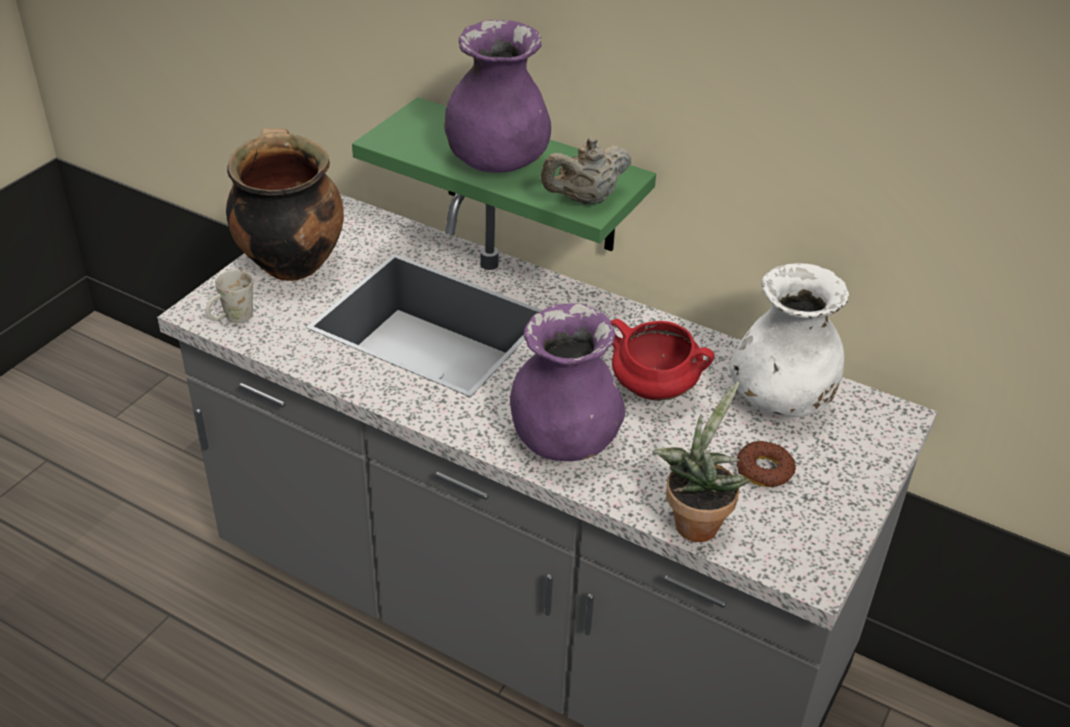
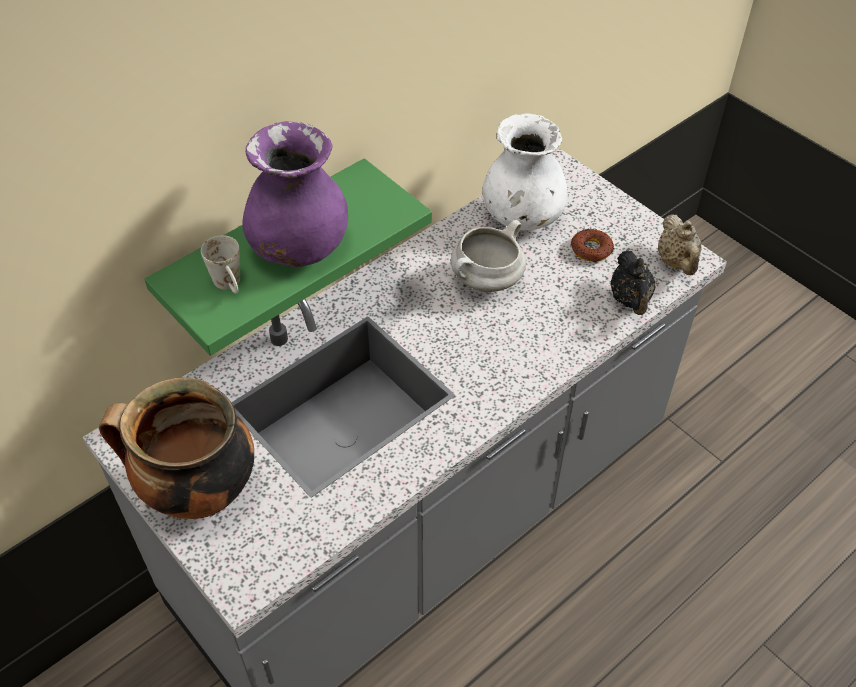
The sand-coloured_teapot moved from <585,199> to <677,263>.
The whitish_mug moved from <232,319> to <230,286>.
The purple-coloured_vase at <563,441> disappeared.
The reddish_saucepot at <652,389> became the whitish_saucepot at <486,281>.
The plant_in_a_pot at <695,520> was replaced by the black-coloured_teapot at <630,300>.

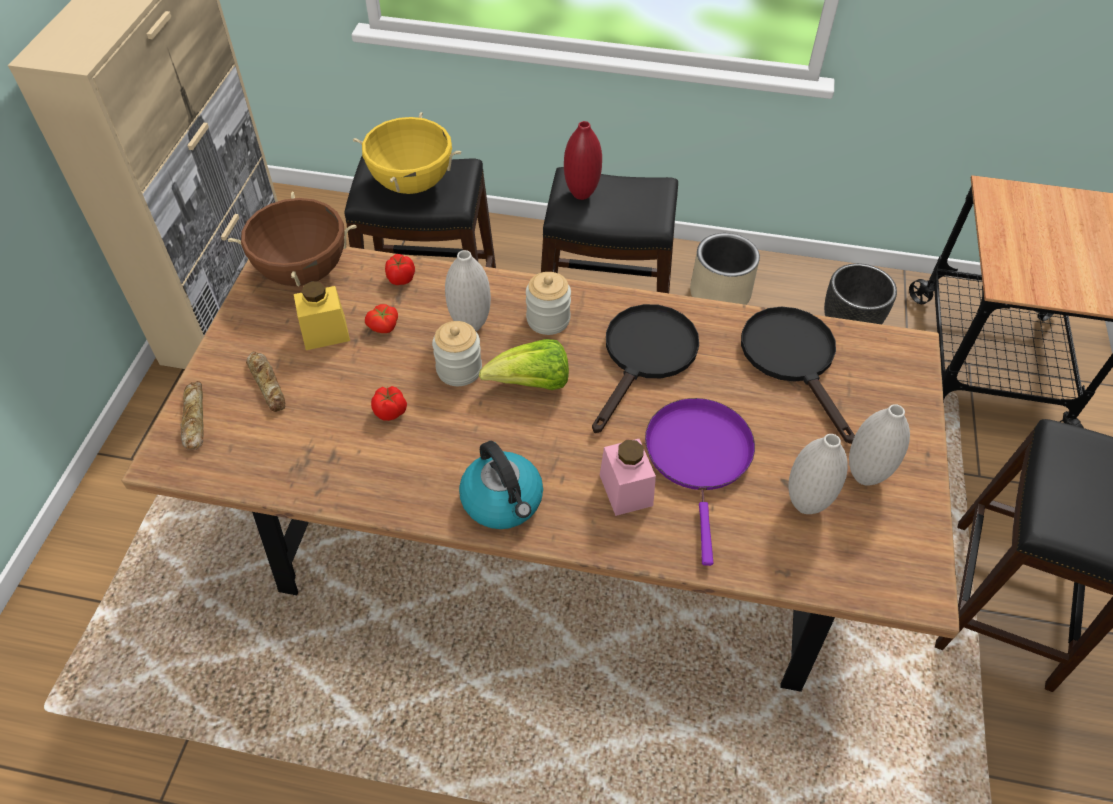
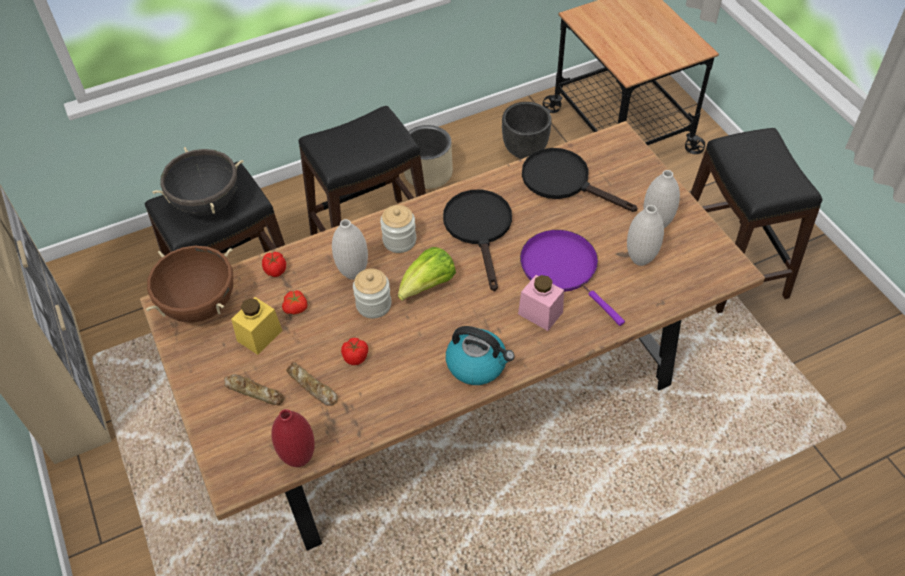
The yellow_saucepot at <412,183> became the black-coloured_saucepot at <207,203>.
The reddish_vase moved from <581,194> to <299,458>.
The baked_bread moved from <194,419> to <312,387>.

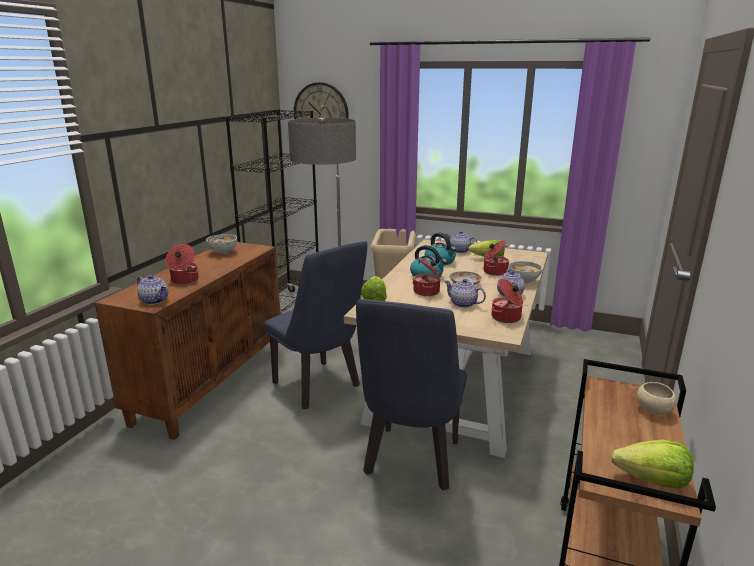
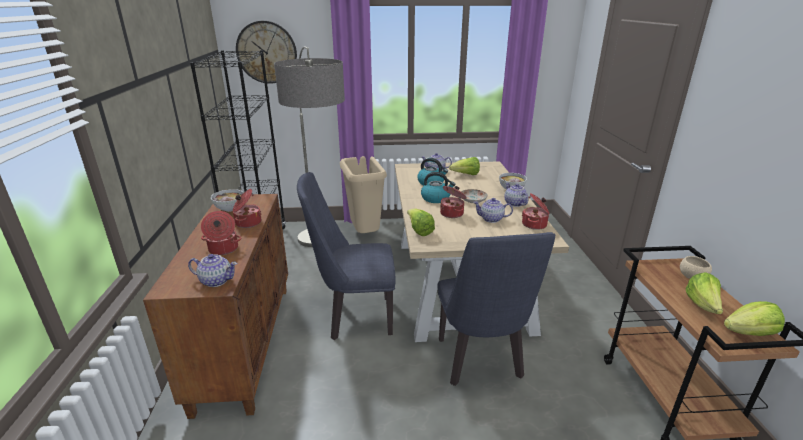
The saucepot moved from <494,272> to <247,222>.
The blue_upright_chair at <320,387> turned 150 degrees clockwise.
The lettuce_head at <702,306> appeared.

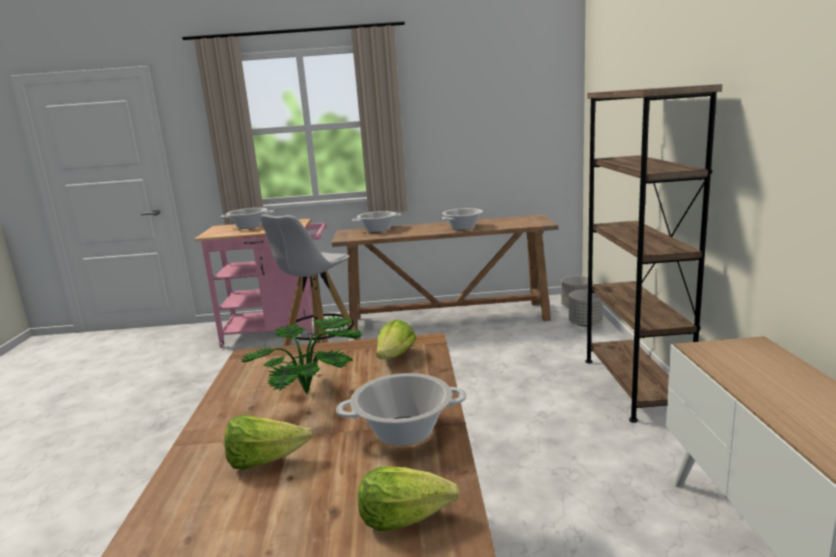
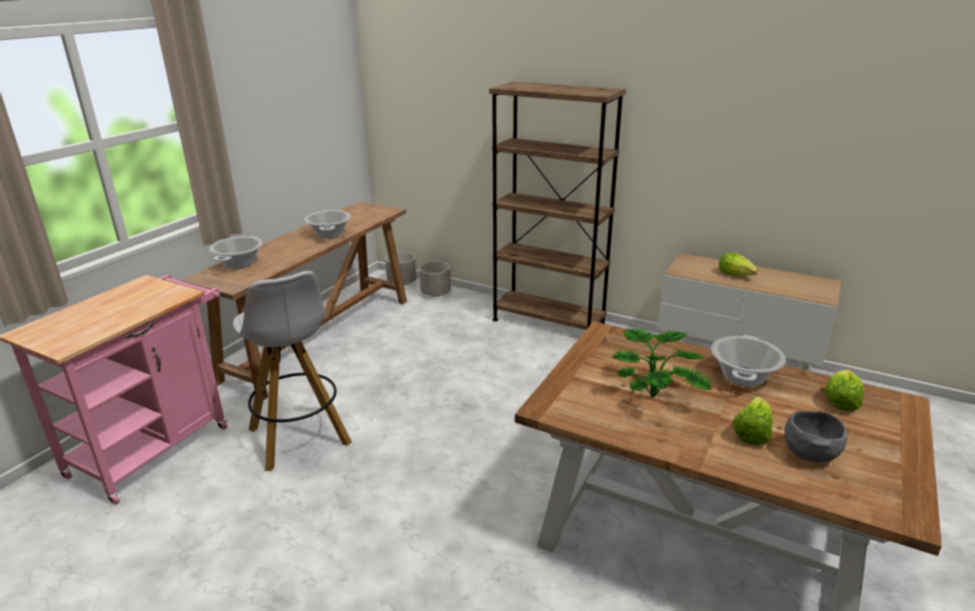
The saucepot at <249,227> disappeared.
The lettuce_head moved from <395,357> to <736,275>.
The greyish_deep_dish at <809,453> appeared.

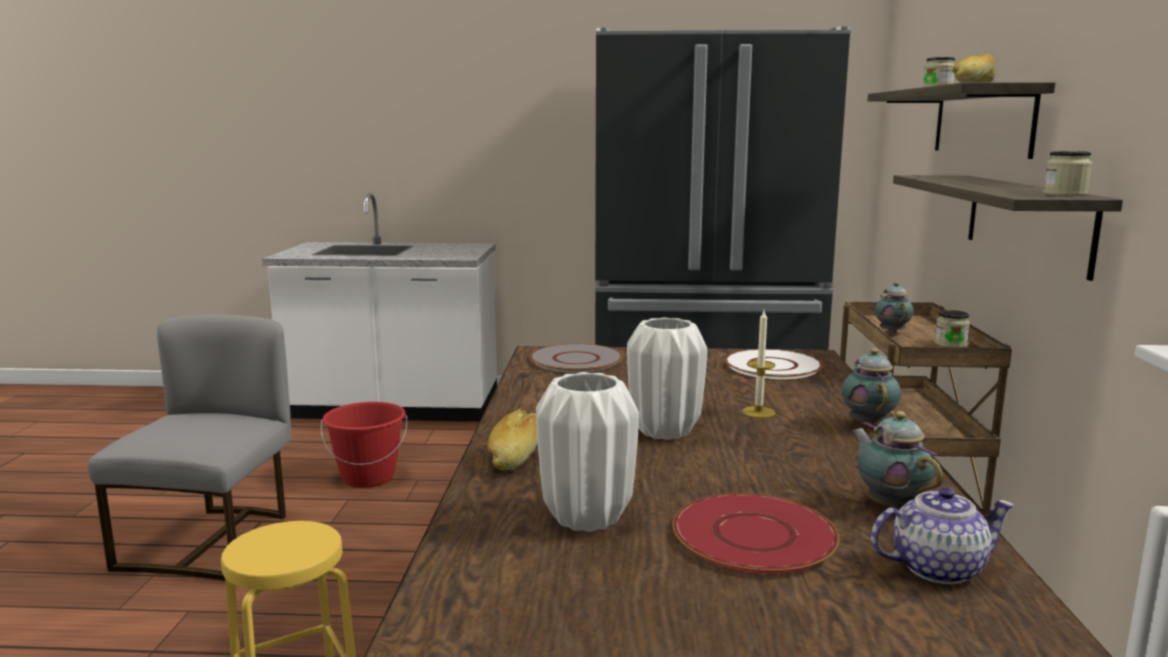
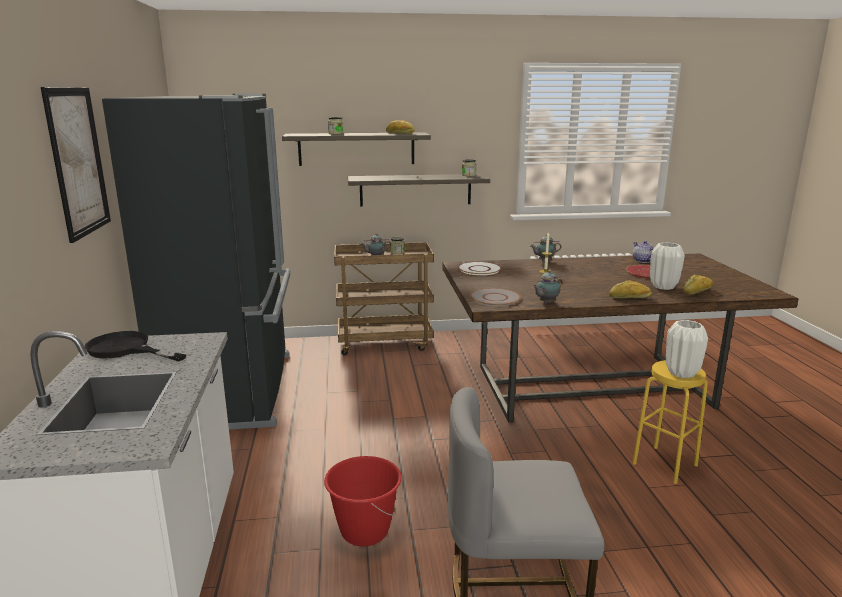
The whitish_vase moved from <664,431> to <681,373>.
The teapot moved from <889,505> to <546,303>.
The picture at <78,161> appeared.
The baked_bread at <697,291> appeared.
The black-coloured_pan at <126,349> appeared.

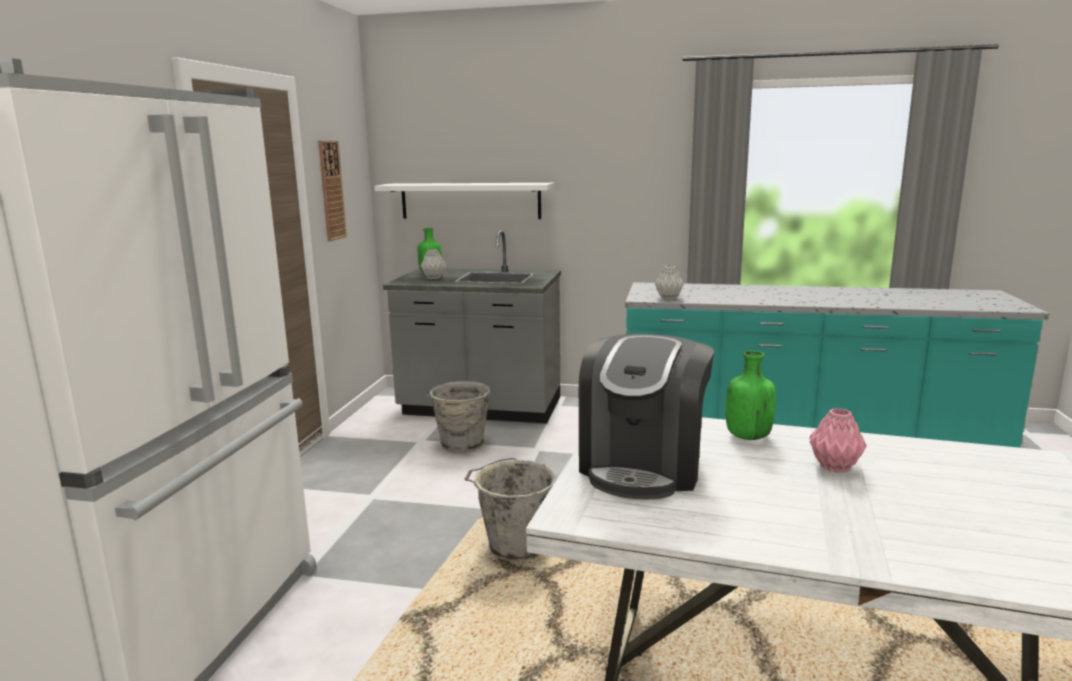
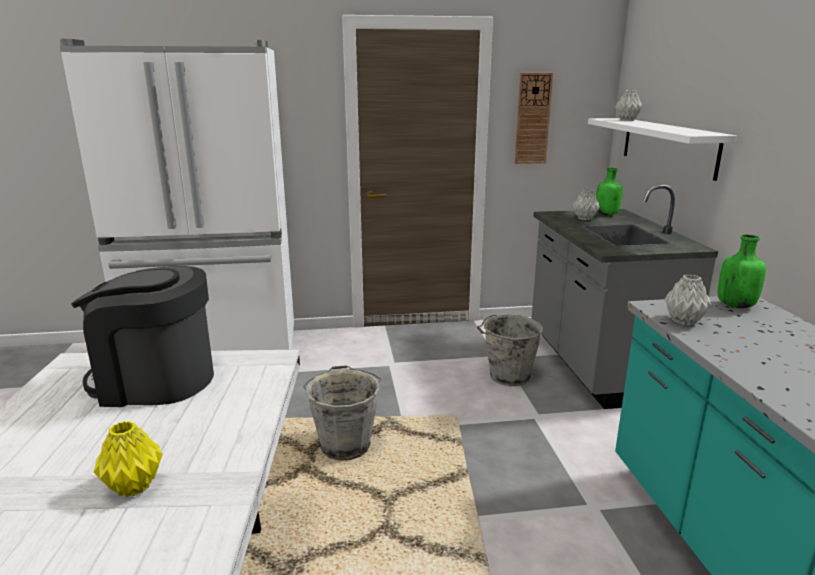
The greenish_beverage_bottle moved from <747,436> to <735,305>.
The pink-coloured_vase at <835,467> became the yellow_vase at <132,487>.
The greyish_vase at <627,120> appeared.

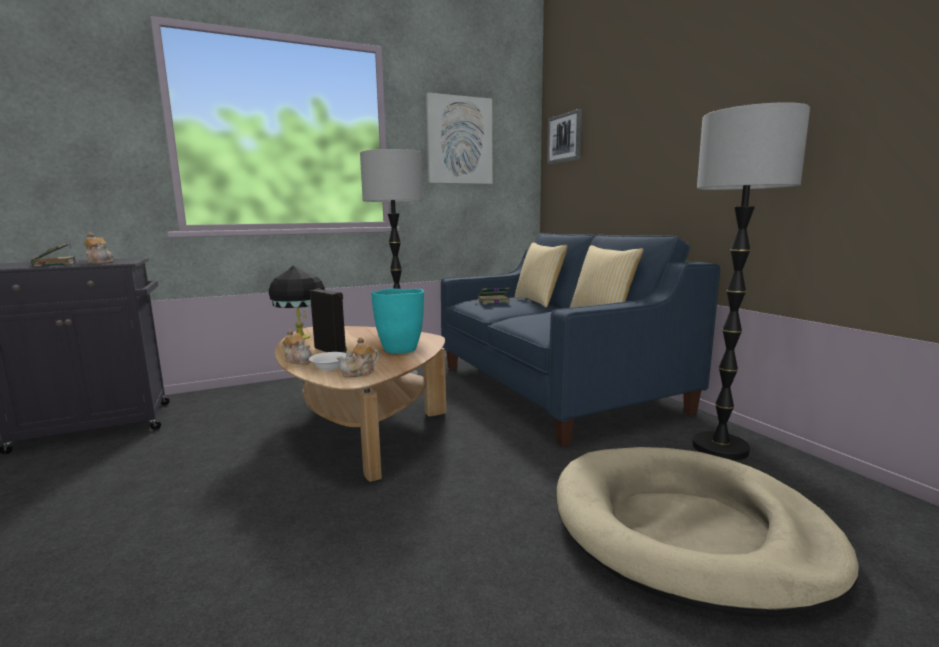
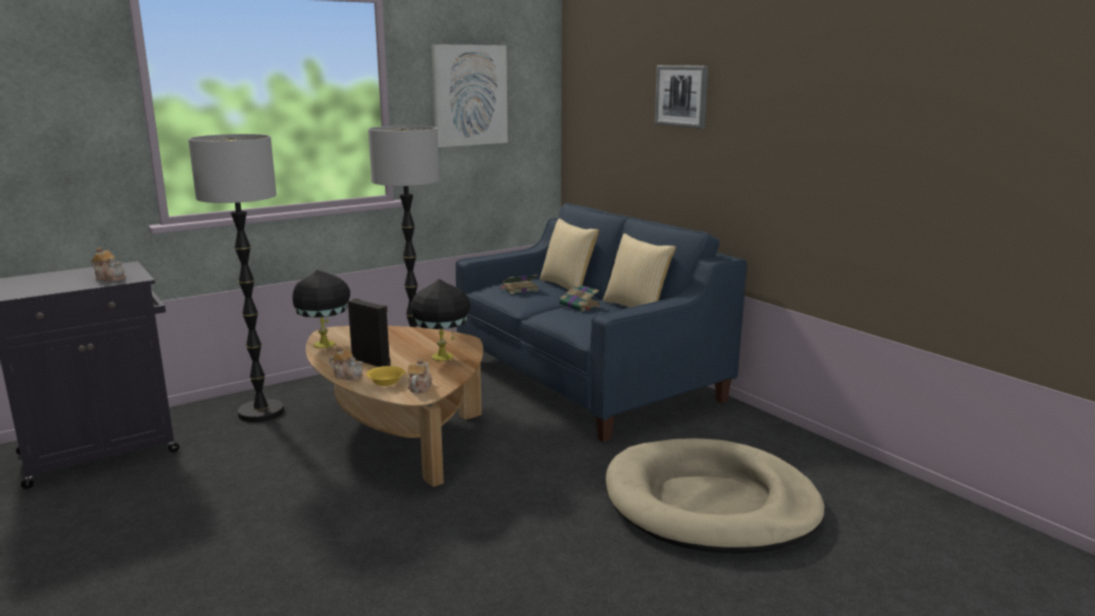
The floor_lamp moved from <720,447> to <261,412>.
The picture moved from <565,138> to <682,96>.
The bound_book moved from <55,264> to <580,306>.
The blue-green_vase at <400,350> was replaced by the black-coloured_lamp_for_a_table at <442,357>.
The teapot at <359,373> turned 150 degrees clockwise.
The whitish_deep_dish at <329,367> became the yellow_deep_dish at <385,382>.

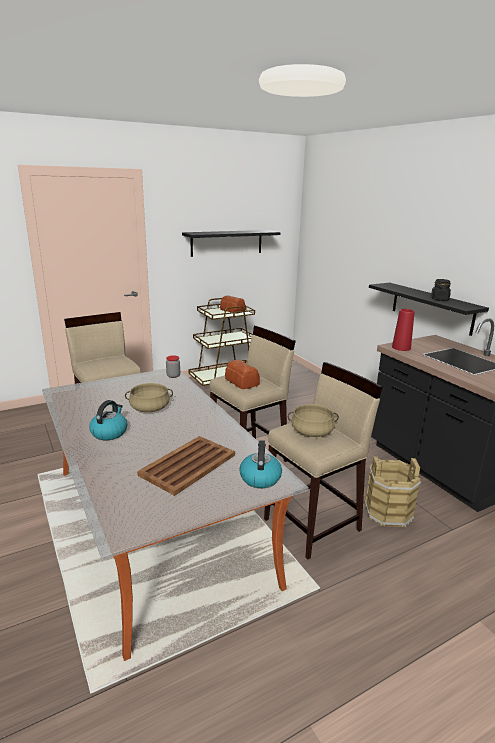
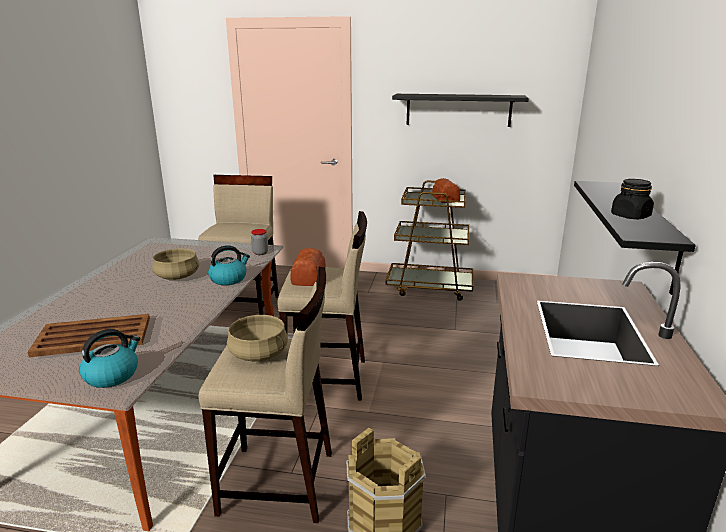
The reddish_vase at <401,347> disappeared.
The water_kettle moved from <109,432> to <229,279>.

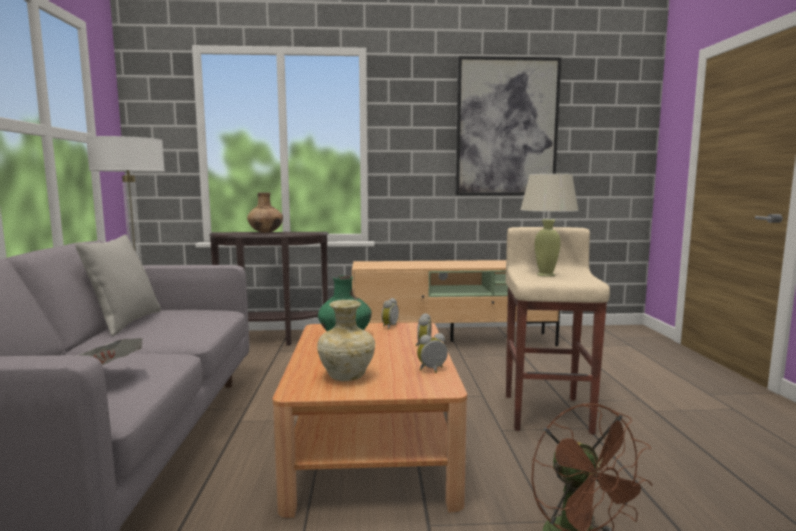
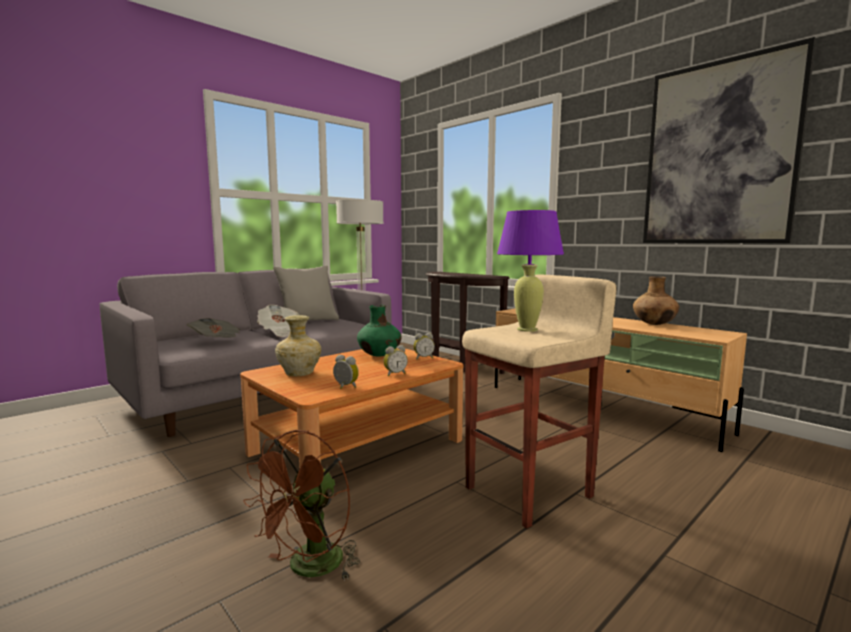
The sand-coloured_lamp_for_a_table at <546,275> became the purple-coloured_lamp_for_a_table at <527,329>.
The brown_vase moved from <265,232> to <654,324>.
The printed_paper at <280,333> appeared.

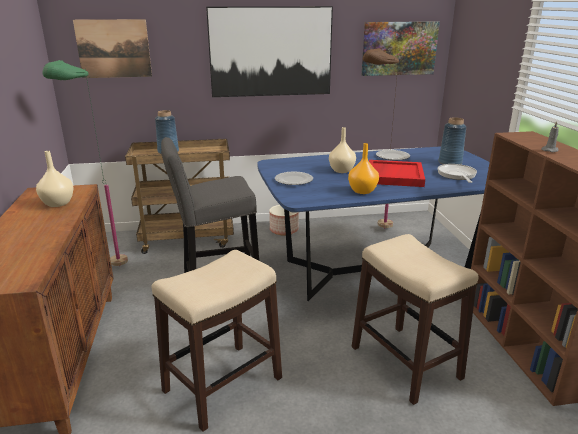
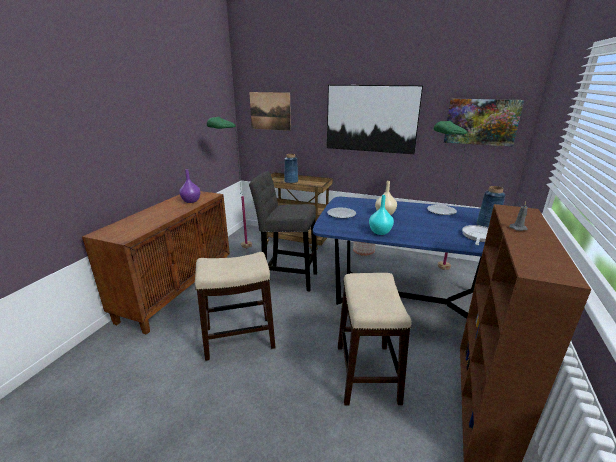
The brown_floor_lamp at <372,230> became the greenish_floor_lamp at <431,268>.
The orangey_vase at <362,191> became the blue-green_vase at <379,232>.
The sand-coloured_vase at <57,203> became the purple-coloured_vase at <191,201>.
The reddish_tray at <394,176> disappeared.

